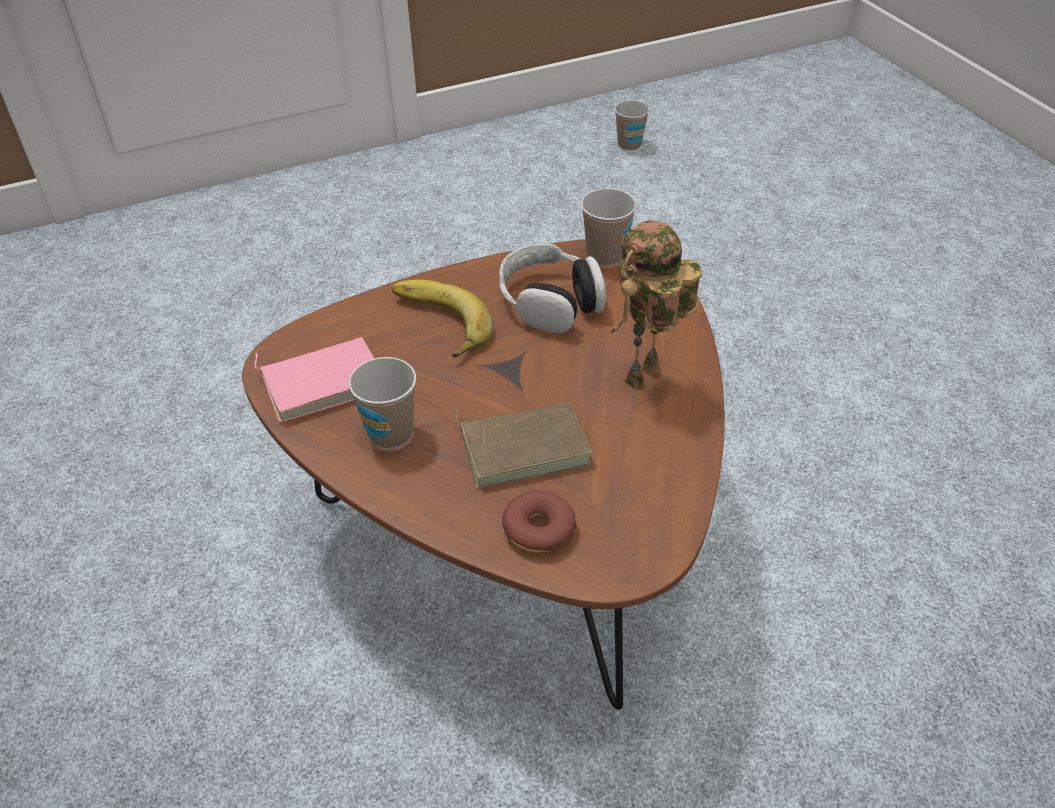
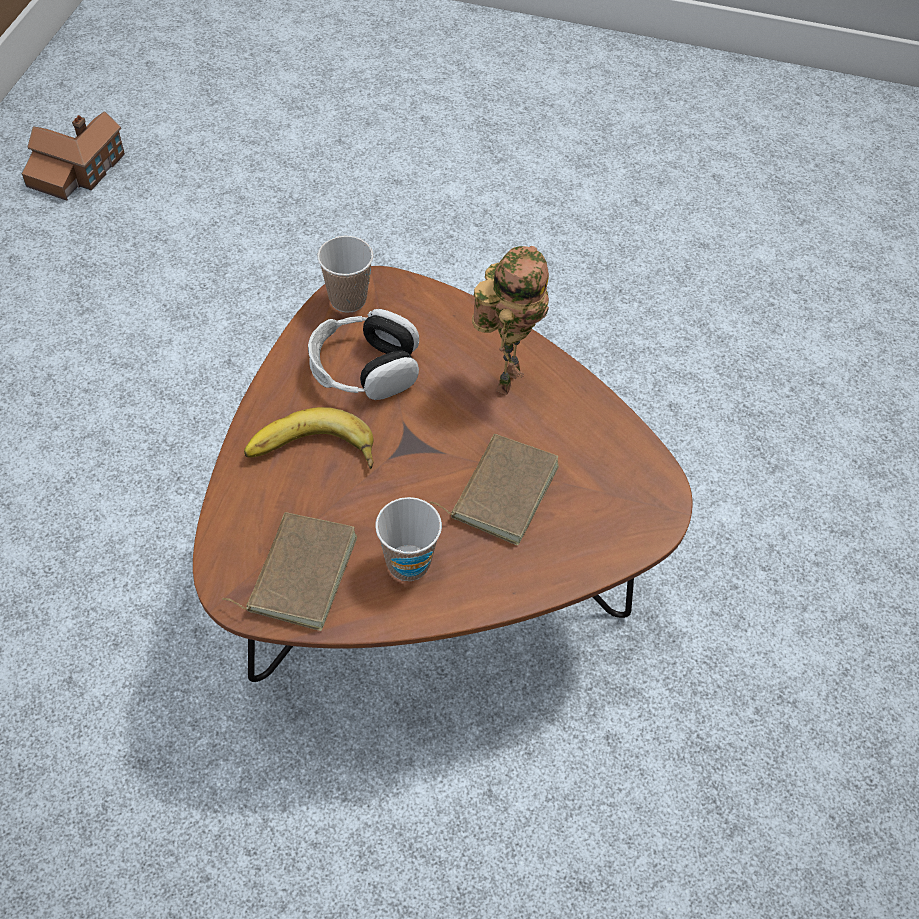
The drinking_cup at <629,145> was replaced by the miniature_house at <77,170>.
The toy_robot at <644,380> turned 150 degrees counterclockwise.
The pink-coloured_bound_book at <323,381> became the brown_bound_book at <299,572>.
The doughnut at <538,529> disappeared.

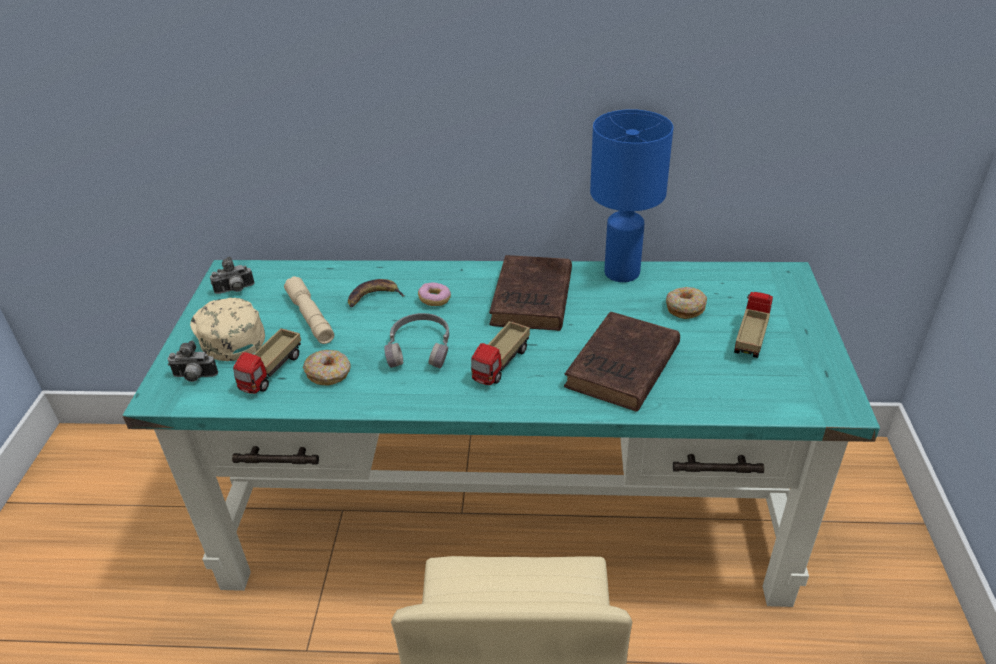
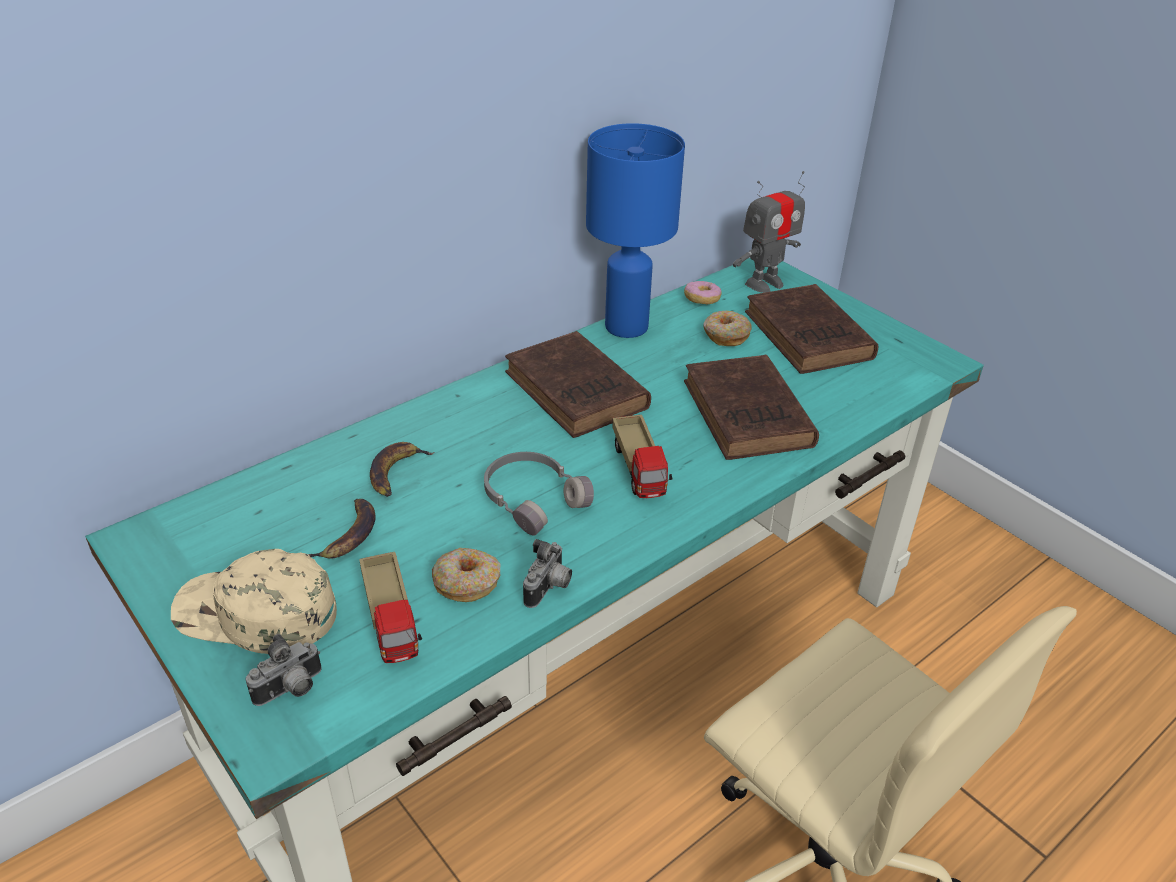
The photo_camera moved from <235,290> to <549,588>.
The sand-coloured_flashlight at <310,317> was replaced by the whole_banana at <348,534>.
The doughnut moved from <435,300> to <702,300>.
The model_truck at <750,338> was replaced by the brown_bound_book at <810,337>.
The toy_robot at <764,283> appeared.

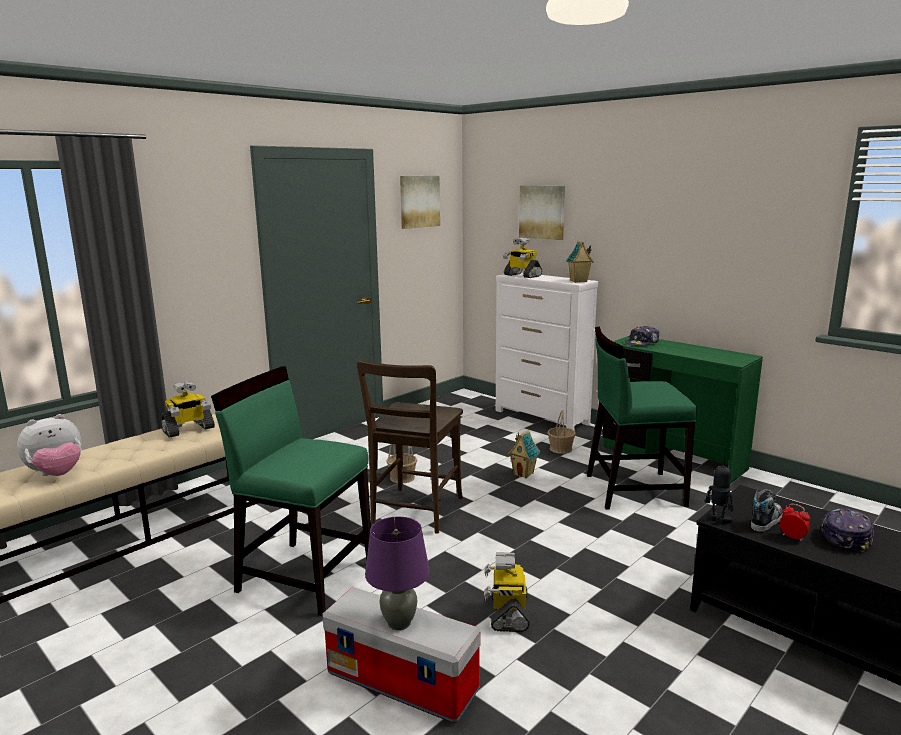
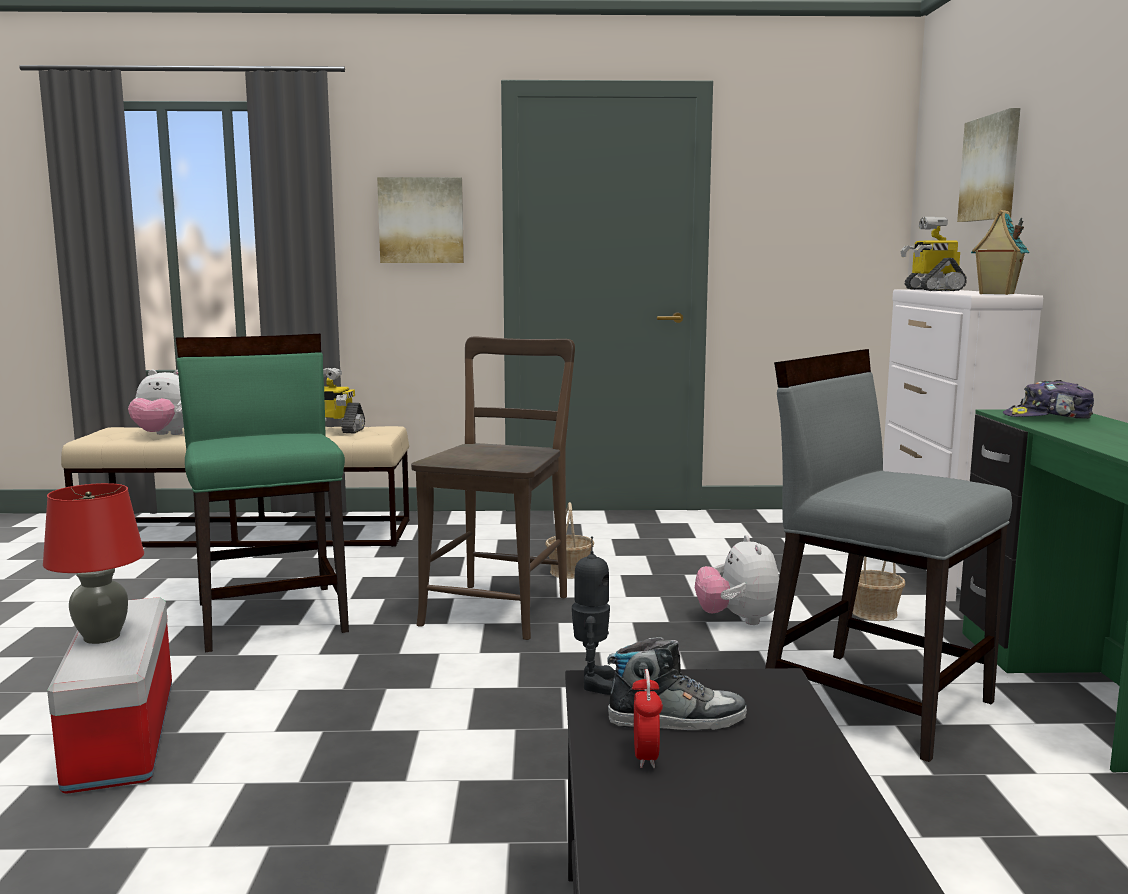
The picture moved from <419,201> to <421,220>.
The greenish_upright_chair at <633,490> became the greyish_upright_chair at <875,700>.
The brown_upright_chair at <415,512> turned 135 degrees clockwise.
The miniature_house at <524,474> was replaced by the soft_toy at <737,620>.
The baseball_cap at <845,536> disappeared.
The purple-coloured_lamp_for_a_table at <399,623> became the reddish_lamp_for_a_table at <101,637>.
The toy_robot at <508,613> disappeared.

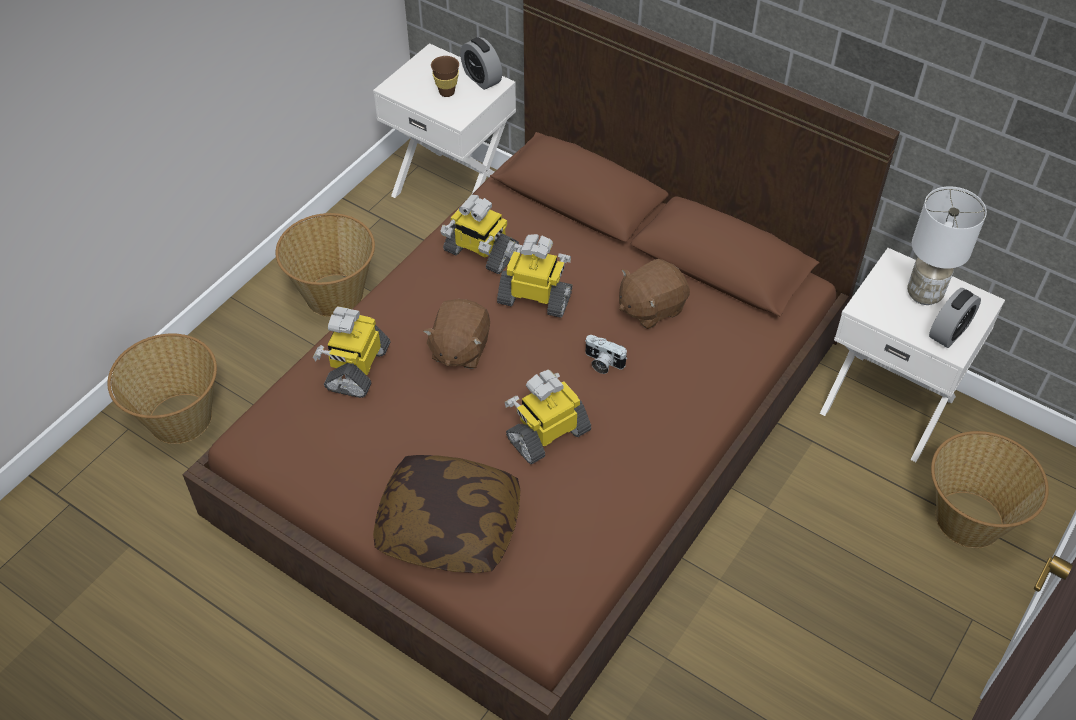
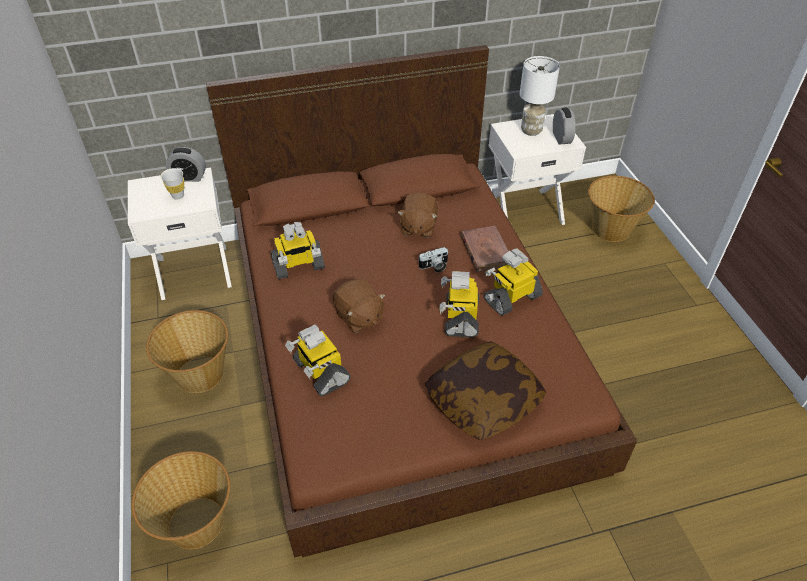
The brown_drinking_cup at <447,92> became the whitish_drinking_cup at <178,196>.
The toy_robot moved from <536,298> to <511,297>.
The brown_bound_book at <485,251> appeared.

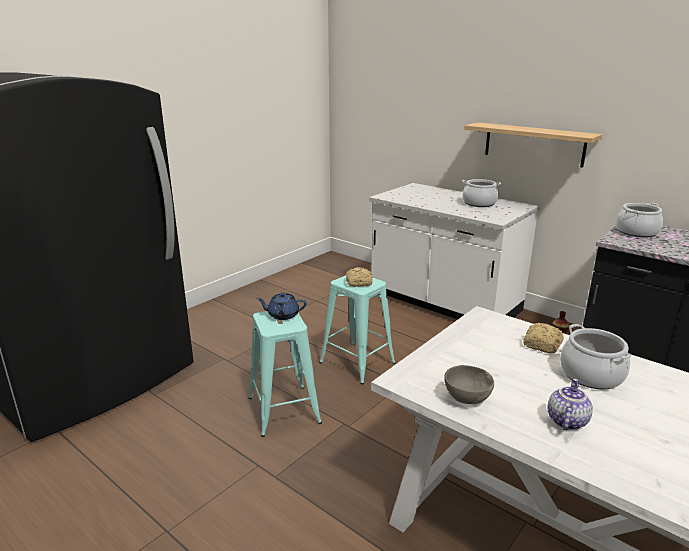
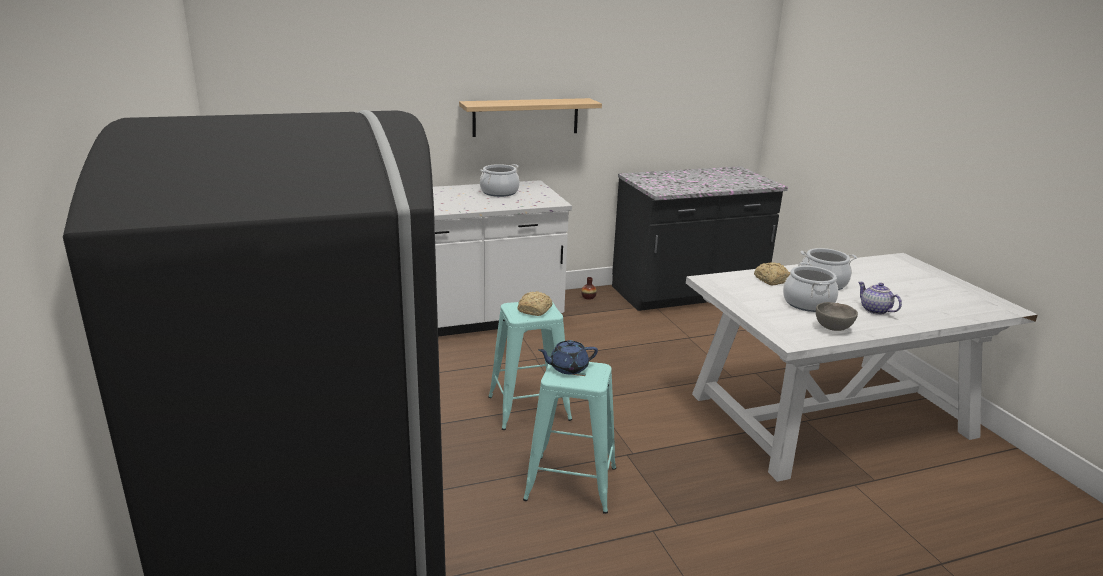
The saucepot moved from <636,232> to <807,303>.
The blue_teapot at <282,315> turned 45 degrees clockwise.

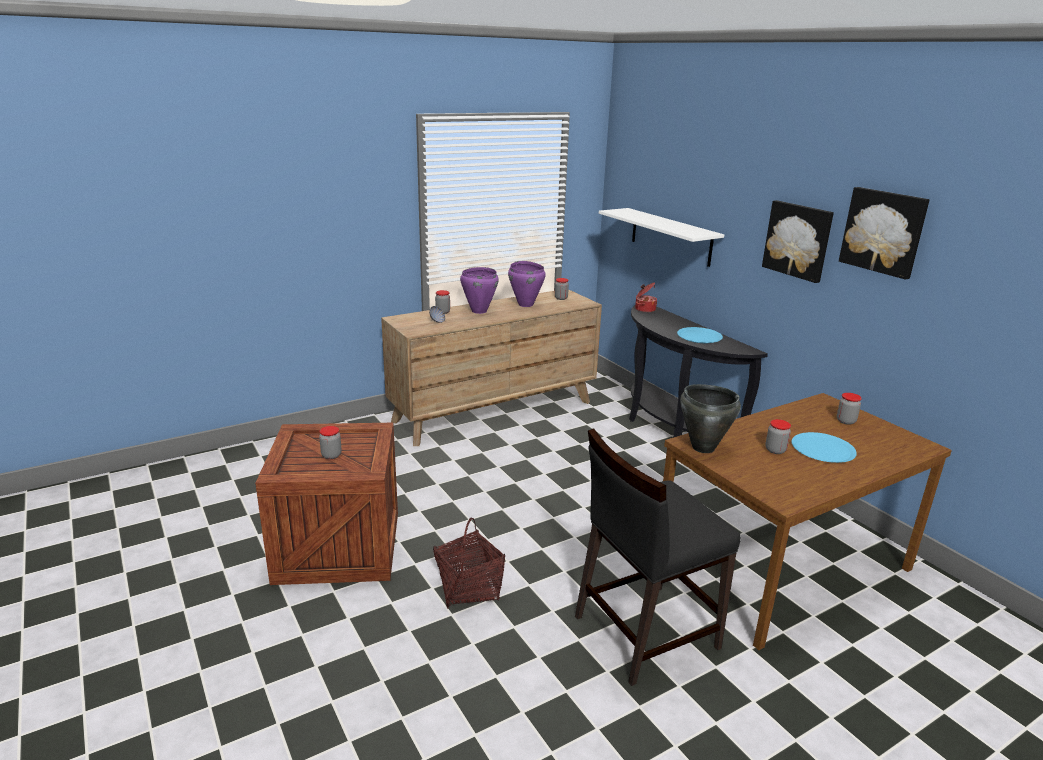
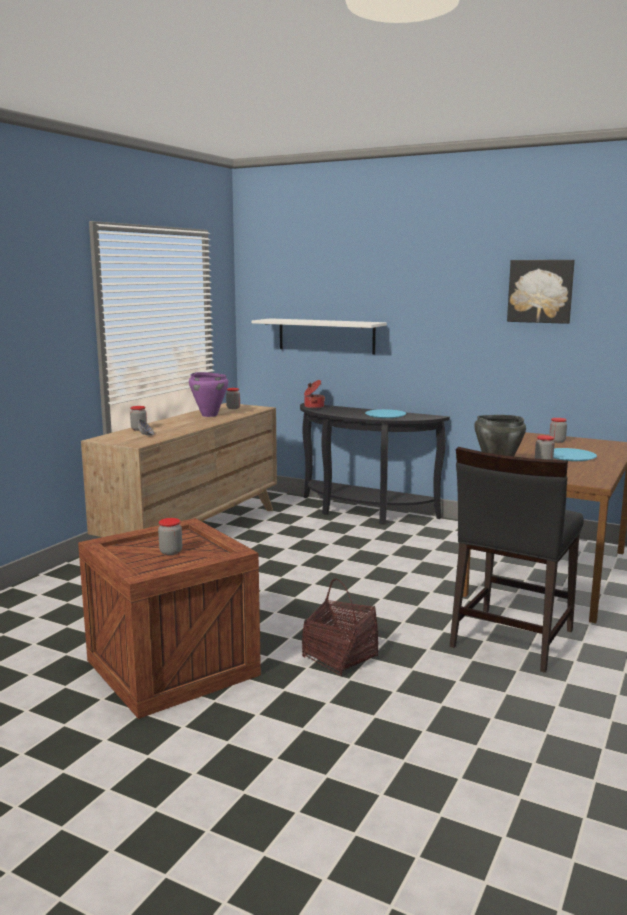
The picture at <798,240> disappeared.
The purple-coloured_saucepot at <478,311> disappeared.

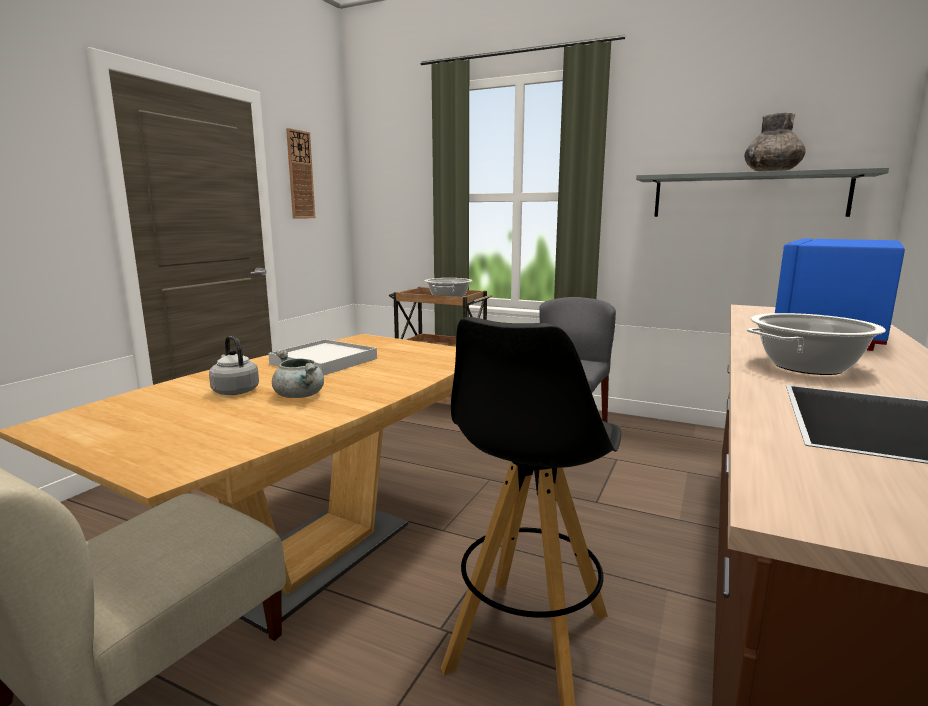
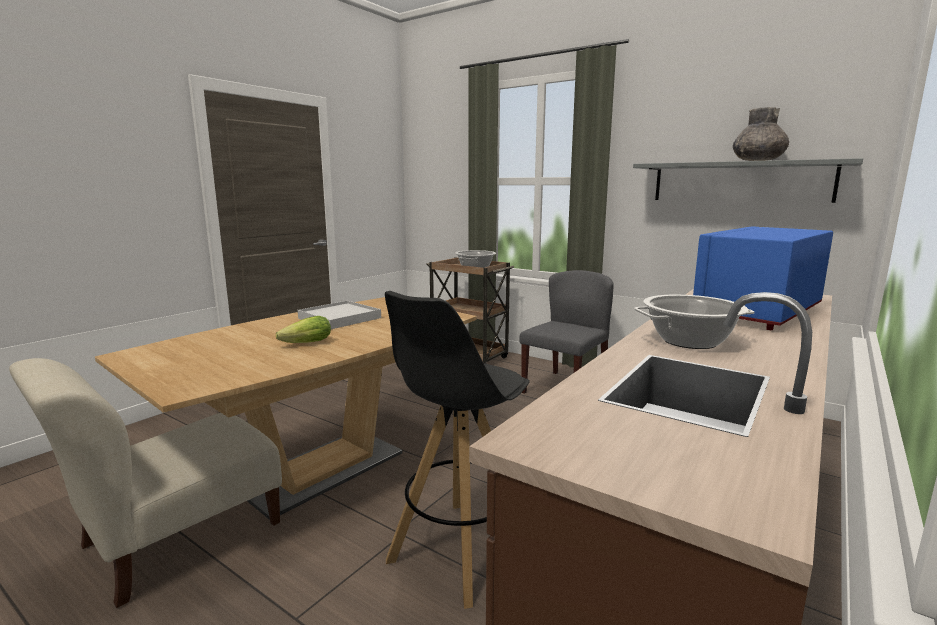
The wall_clock at <300,175> disappeared.
The greyish_water_kettle at <234,391> disappeared.
The greyish_saucepot at <300,396> was replaced by the lettuce_head at <304,344>.

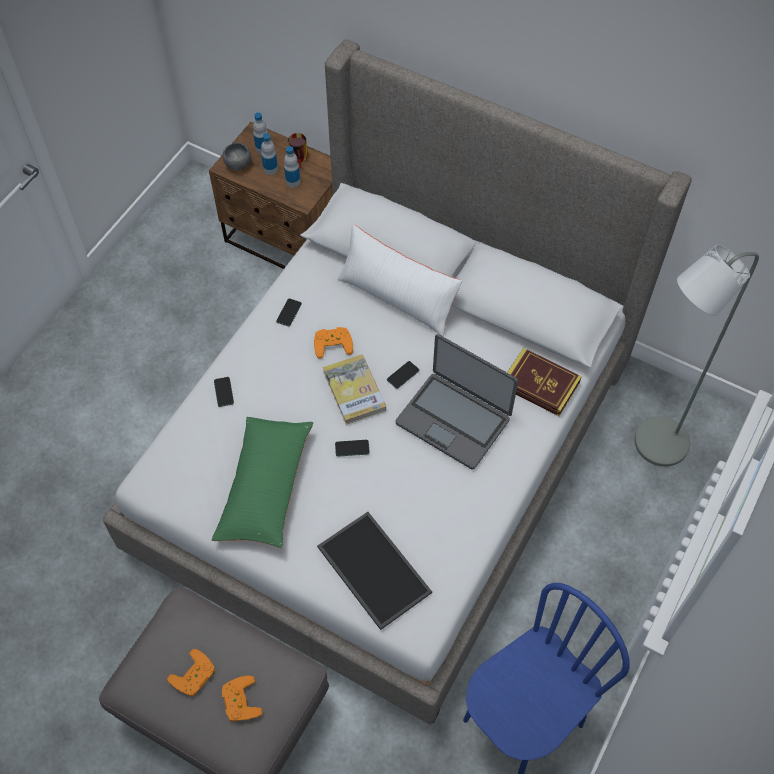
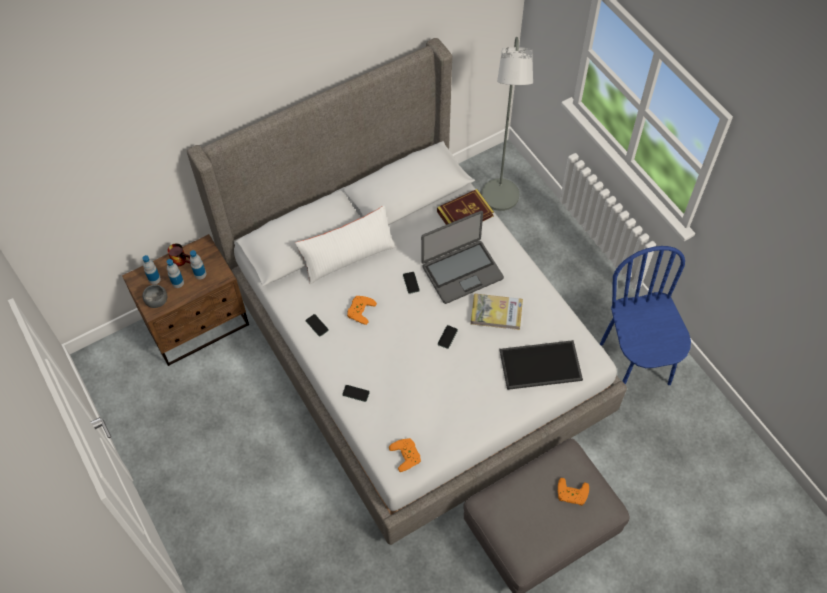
The bound_book moved from <354,391> to <496,313>.
The greenish_cushion at <265,487> disappeared.
The orangey_gamepad moved from <195,677> to <407,455>.

